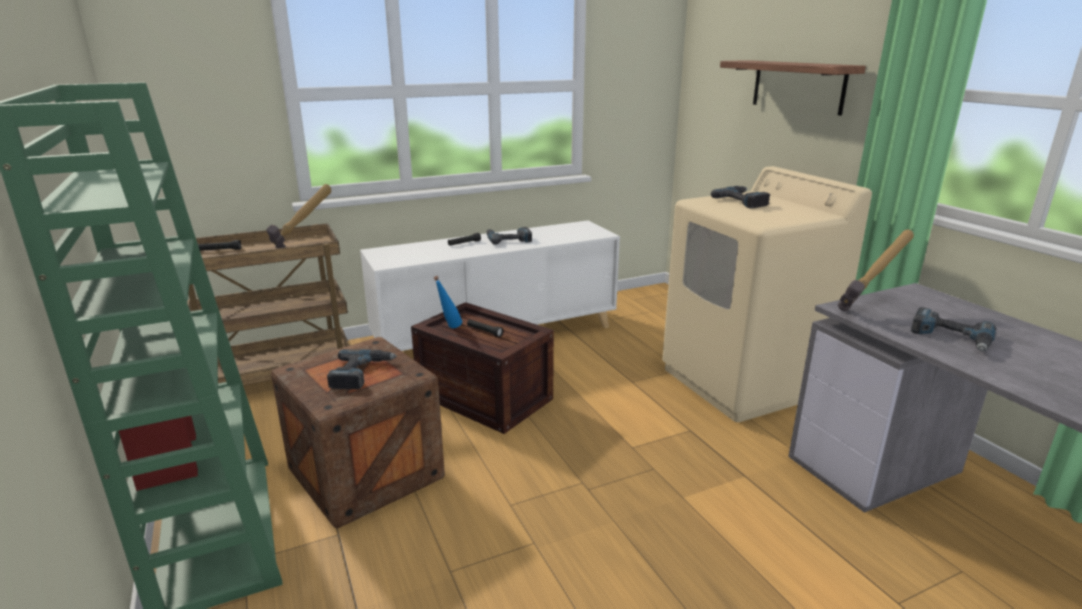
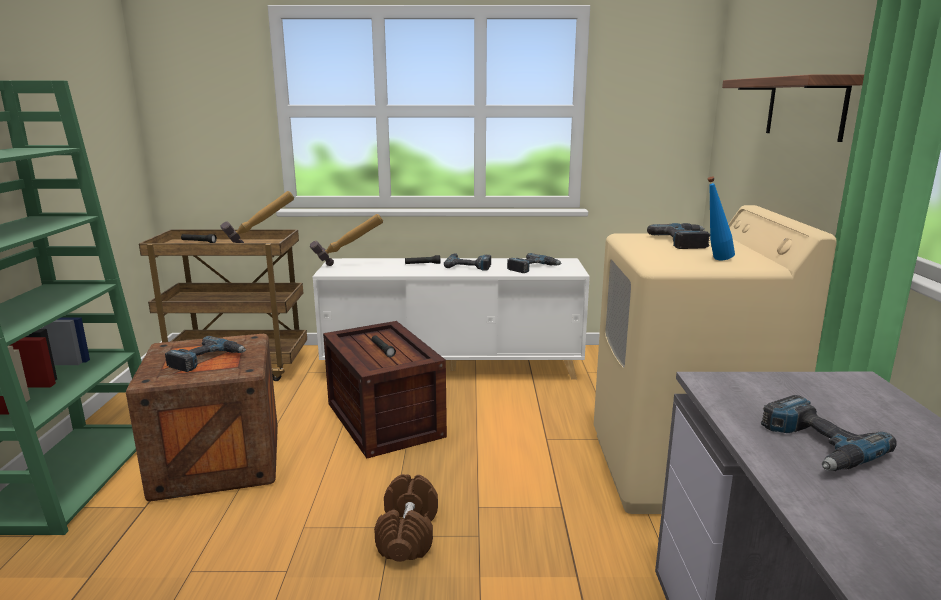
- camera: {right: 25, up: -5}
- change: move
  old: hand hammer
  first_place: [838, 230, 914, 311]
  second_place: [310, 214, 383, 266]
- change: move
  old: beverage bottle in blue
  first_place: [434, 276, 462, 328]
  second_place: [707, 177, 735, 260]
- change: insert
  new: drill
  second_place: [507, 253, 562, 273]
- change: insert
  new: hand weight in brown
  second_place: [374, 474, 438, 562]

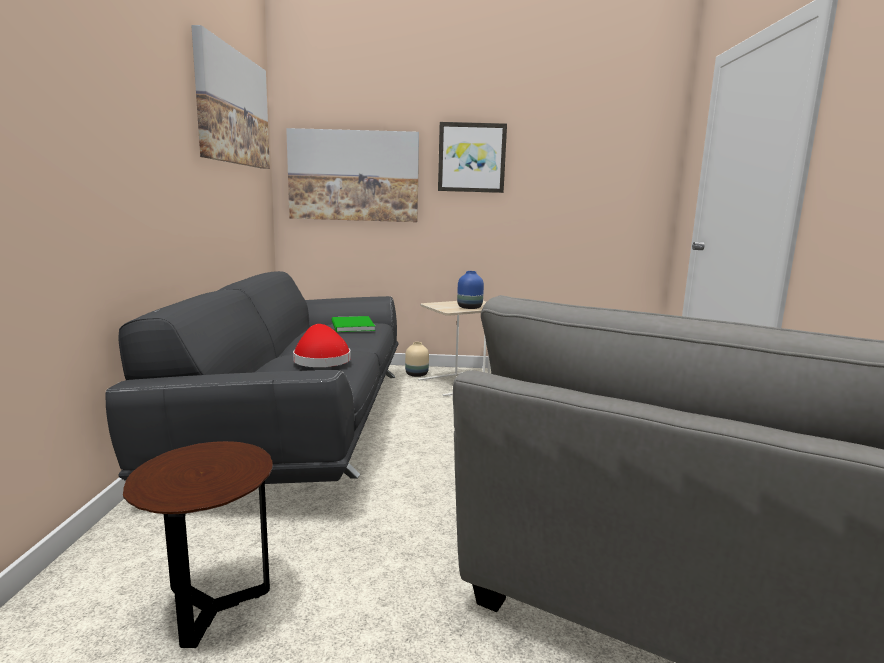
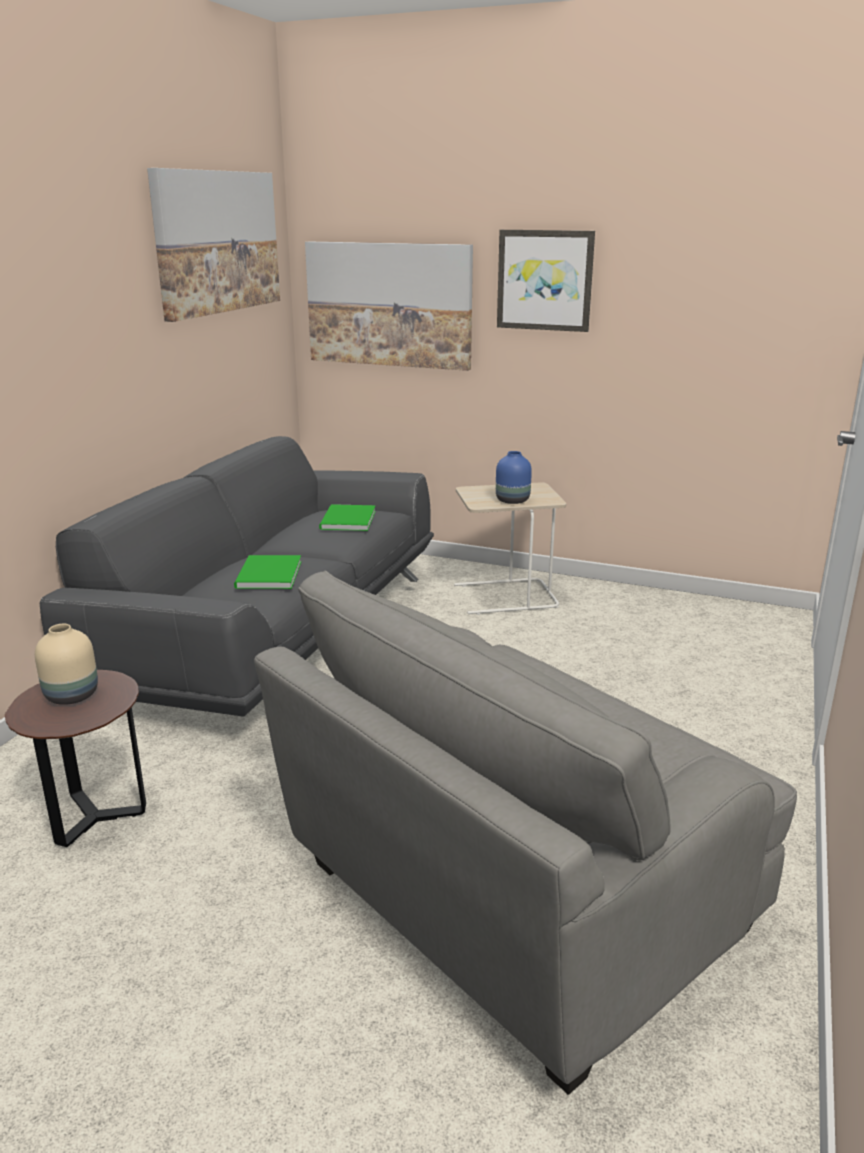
- camera: {right: 20, up: 10}
- change: replace
  old: hat in reddish
  new: bound book in greenish
  first_place: [293, 324, 351, 367]
  second_place: [234, 555, 301, 589]
- change: move
  old: vase in beige-coloured
  first_place: [405, 342, 429, 377]
  second_place: [35, 624, 98, 705]

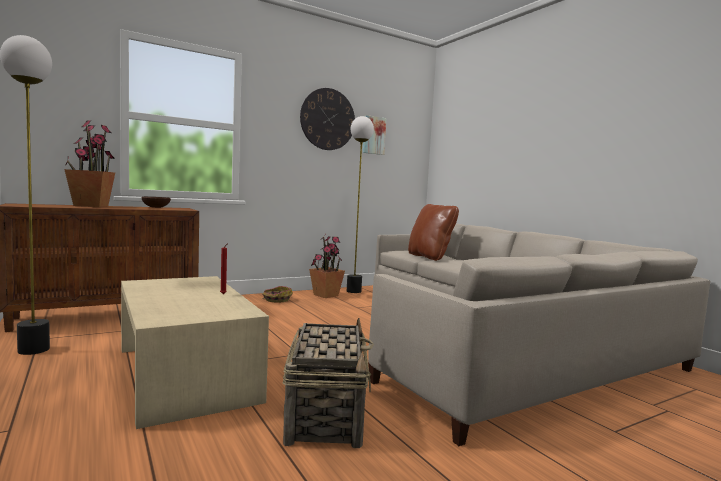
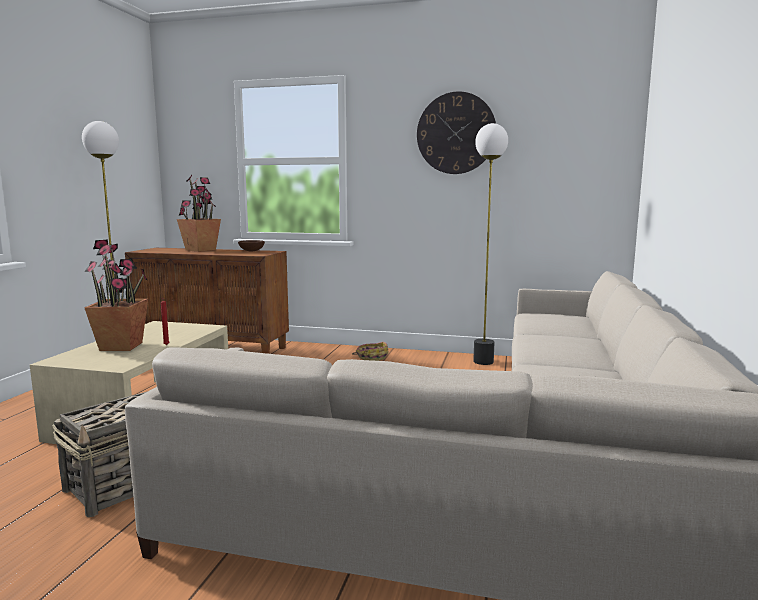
- camera: {right: 45, up: 5}
- change: delete
  old: wall picture
  first_place: [362, 115, 386, 155]
- change: delete
  old: pillow in brown
  first_place: [408, 204, 459, 261]
- change: move
  old: plant in a pot
  first_place: [309, 234, 345, 298]
  second_place: [84, 239, 148, 351]

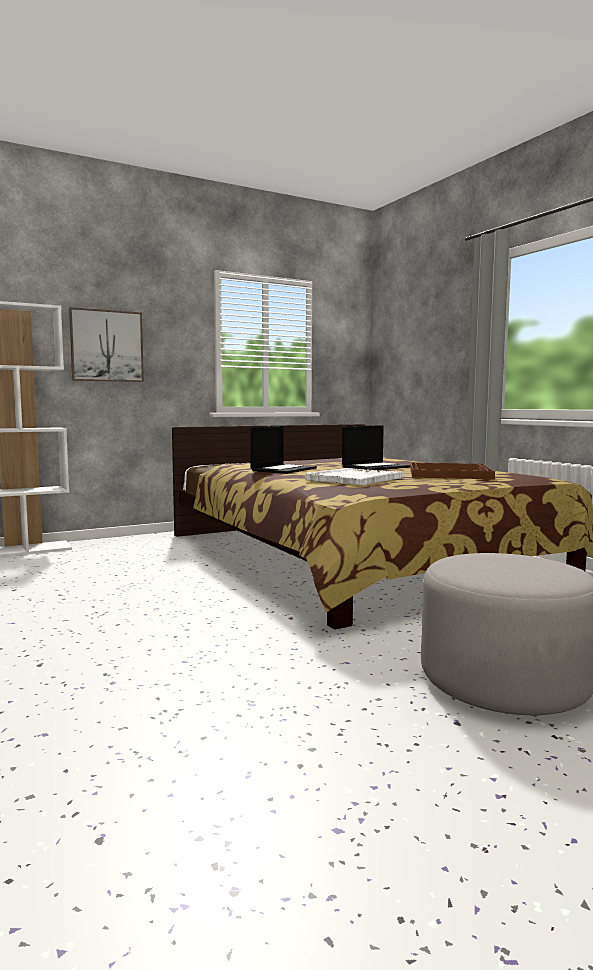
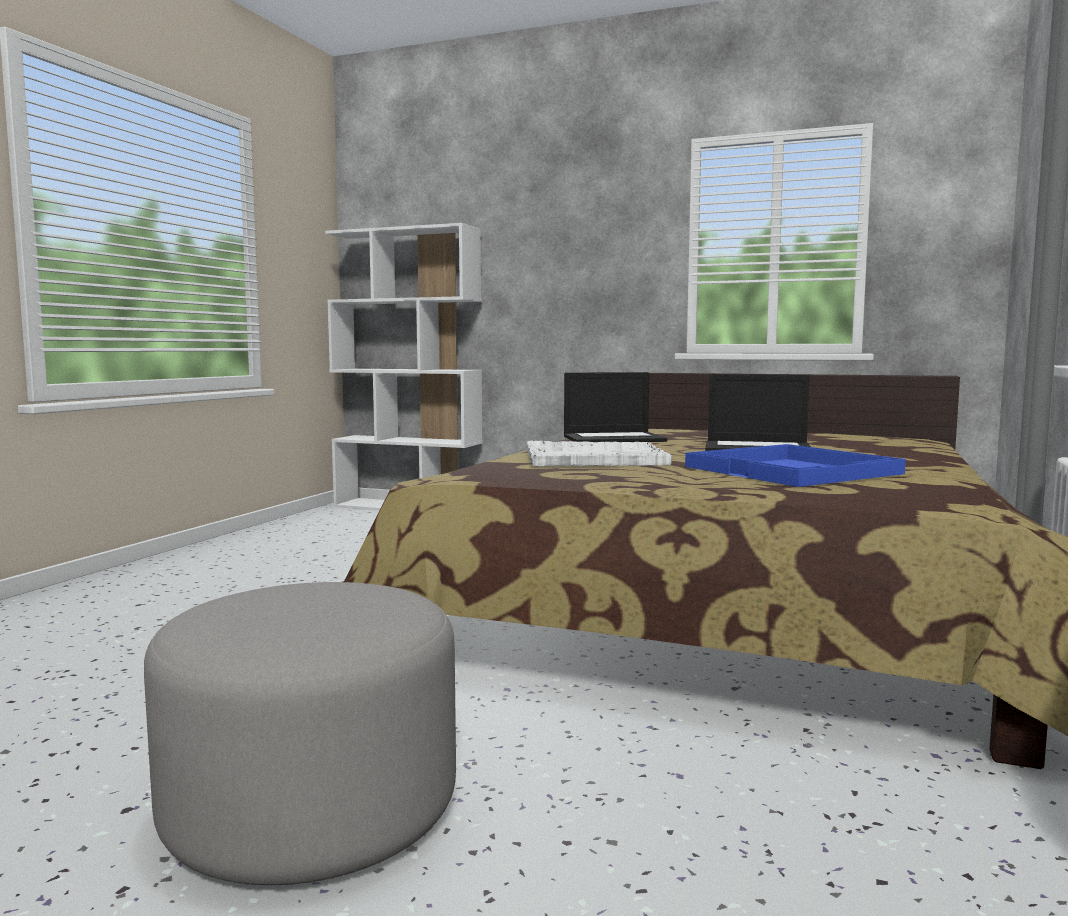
- camera: {right: 50, up: 0}
- change: delete
  old: wall picture
  first_place: [69, 307, 144, 382]
- change: recolor
  old: carrying tray in brown
  new: carrying tray in blue
  first_place: [410, 462, 495, 479]
  second_place: [685, 444, 906, 487]

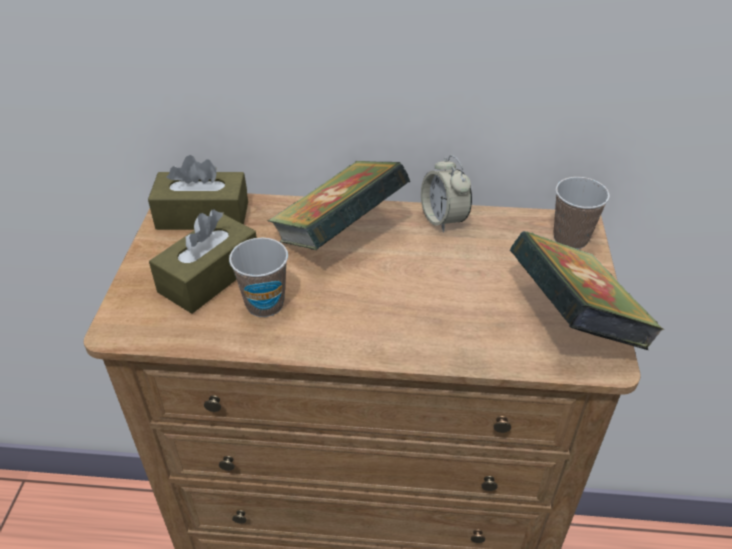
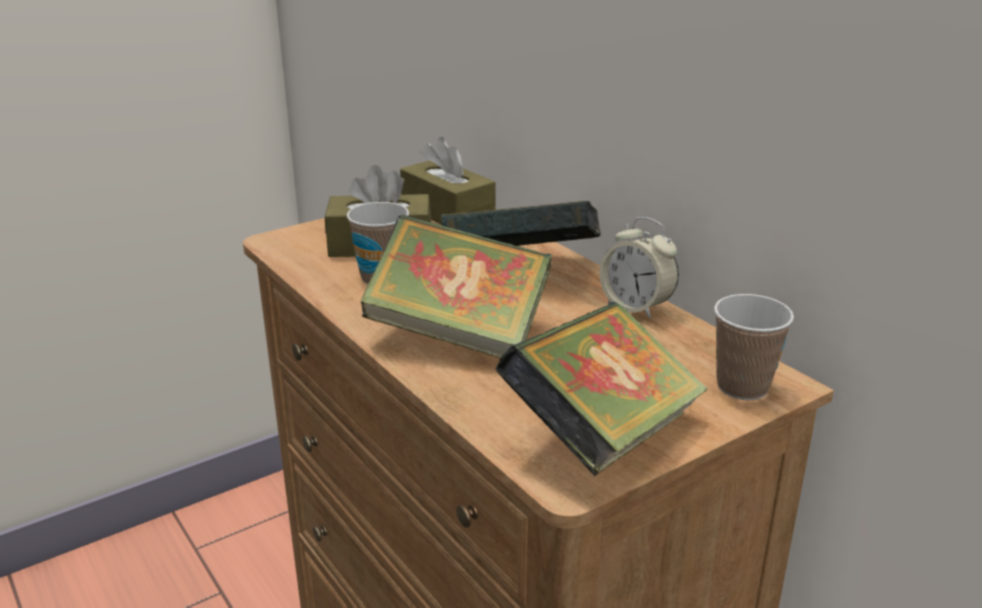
- camera: {right: 50, up: -15}
- change: rotate
  old: alarm clock
  first_place: [421, 155, 472, 233]
  second_place: [599, 217, 679, 319]
  degrees: -75
- change: insert
  new: bound book
  second_place: [360, 215, 552, 358]

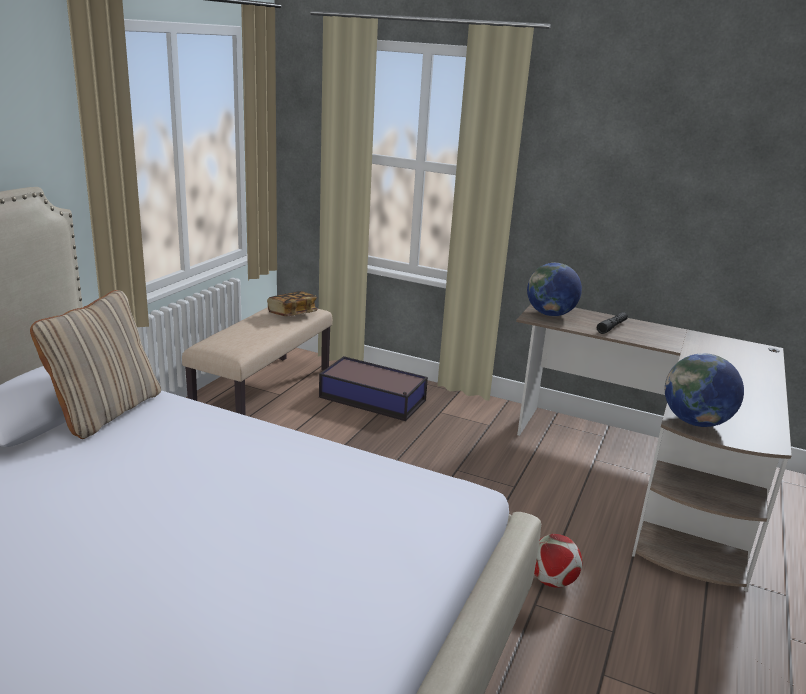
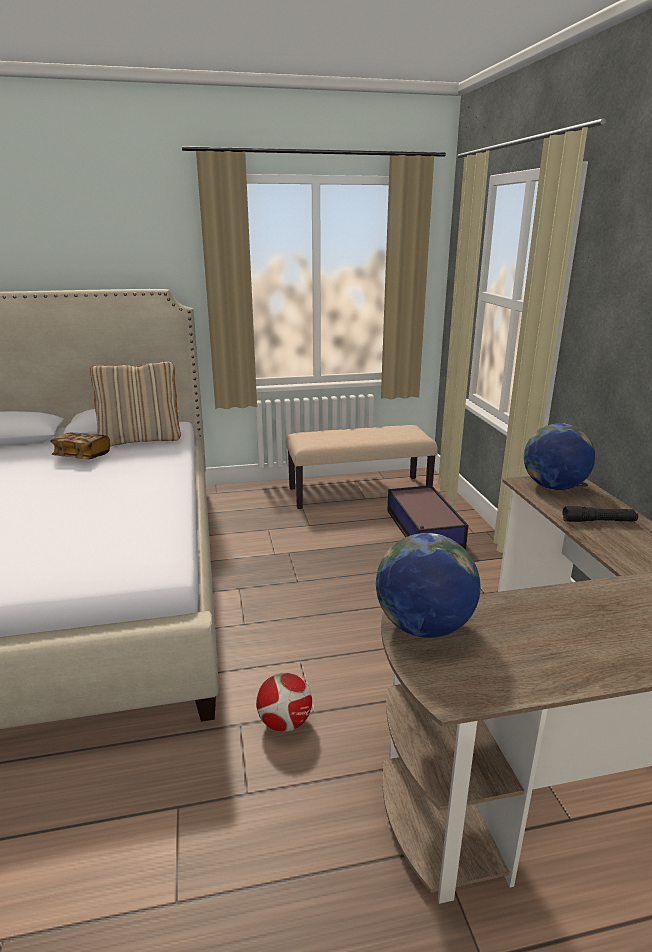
- camera: {right: 55, up: 0}
- change: move
  old: bound book
  first_place: [267, 291, 318, 316]
  second_place: [50, 433, 110, 459]

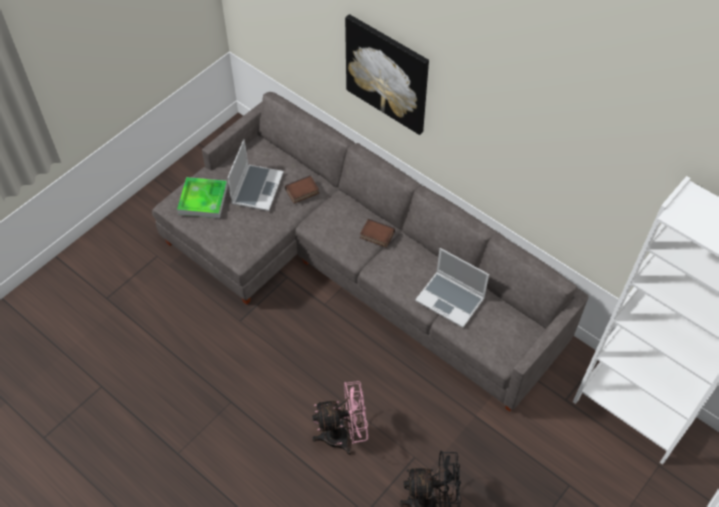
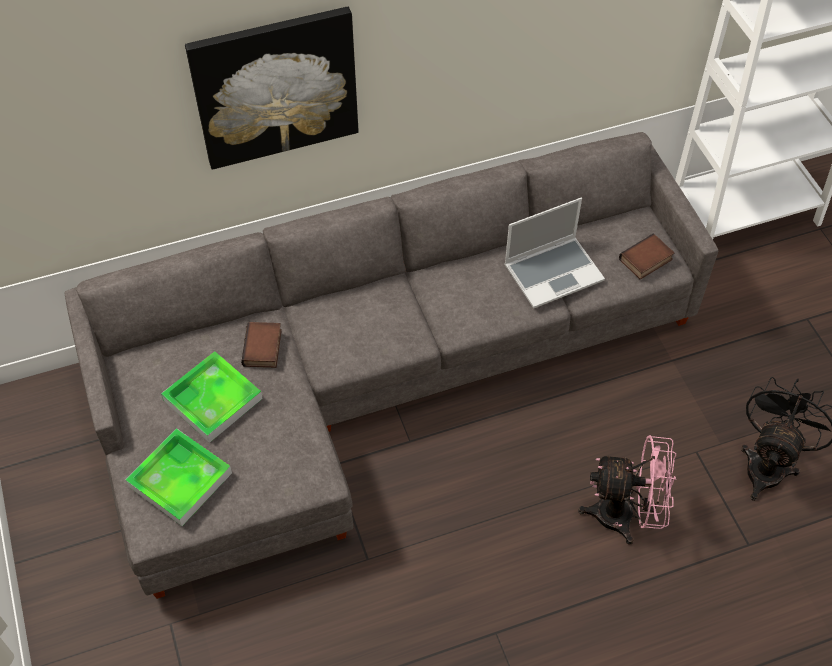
- camera: {right: -60, up: 0}
- change: replace
  old: laptop
  new: carrying tray
  first_place: [227, 139, 284, 211]
  second_place: [161, 351, 263, 443]
- change: move
  old: bound book
  first_place: [360, 219, 395, 248]
  second_place: [619, 233, 674, 280]
- change: rotate
  old: cooling fan in pink
  first_place: [312, 381, 368, 455]
  second_place: [578, 435, 676, 545]
  degrees: 75

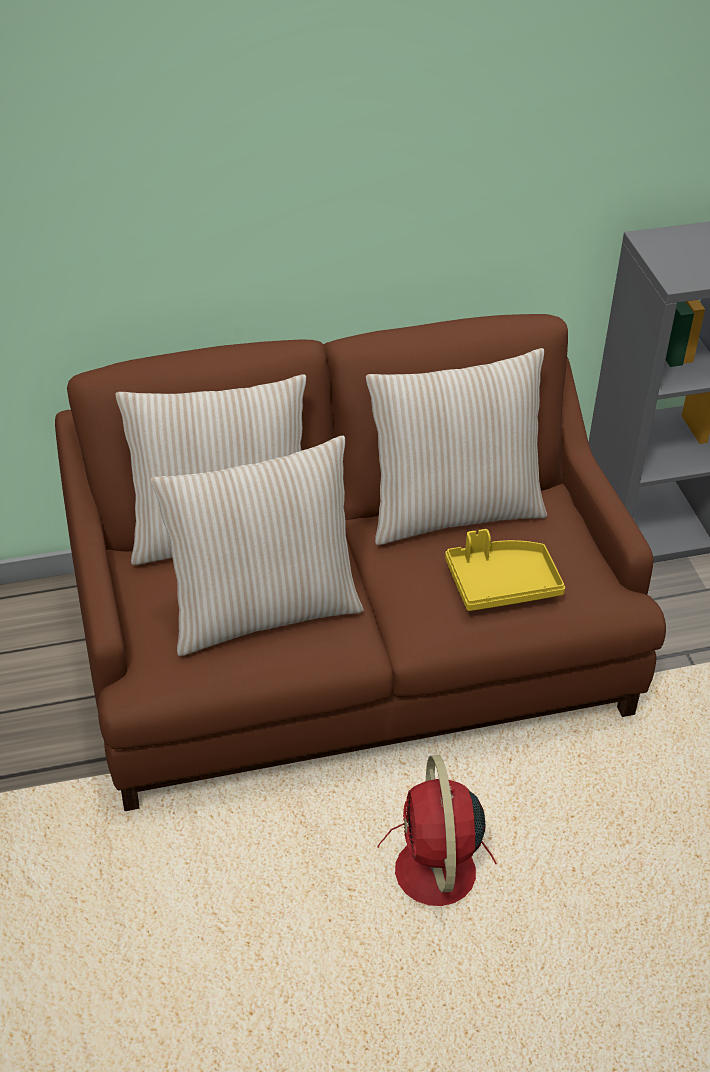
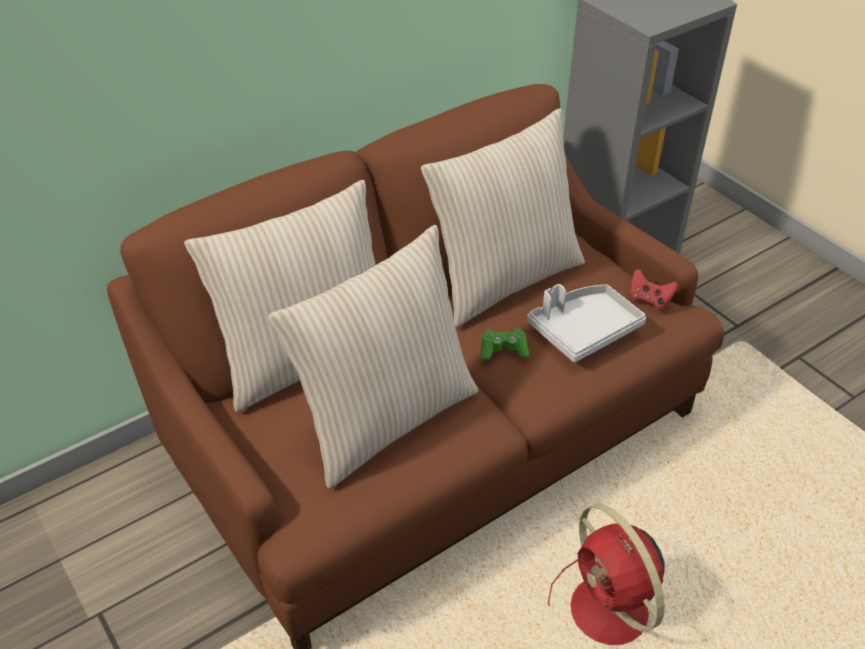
- camera: {right: -20, up: 0}
- change: recolor
  old: carrying tray in yellow
  new: carrying tray in greyish
  first_place: [445, 529, 565, 611]
  second_place: [527, 284, 646, 362]
- change: insert
  new: gamepad in reddish
  second_place: [630, 269, 678, 309]
- change: insert
  new: gamepad in greenish
  second_place: [481, 328, 529, 360]

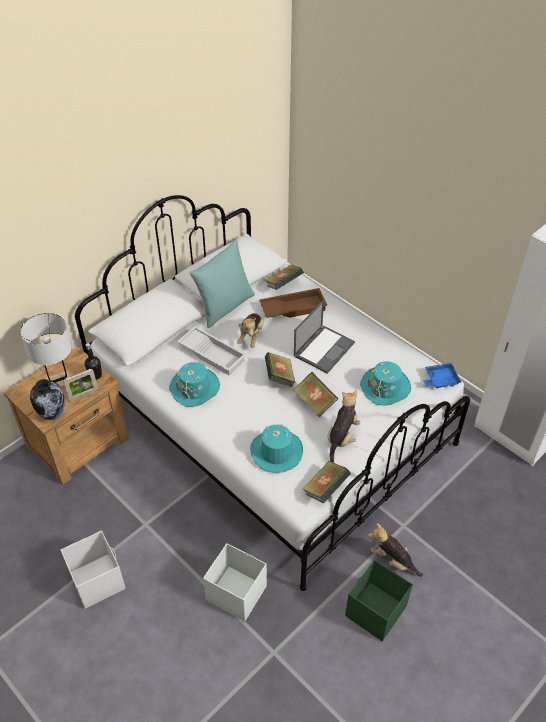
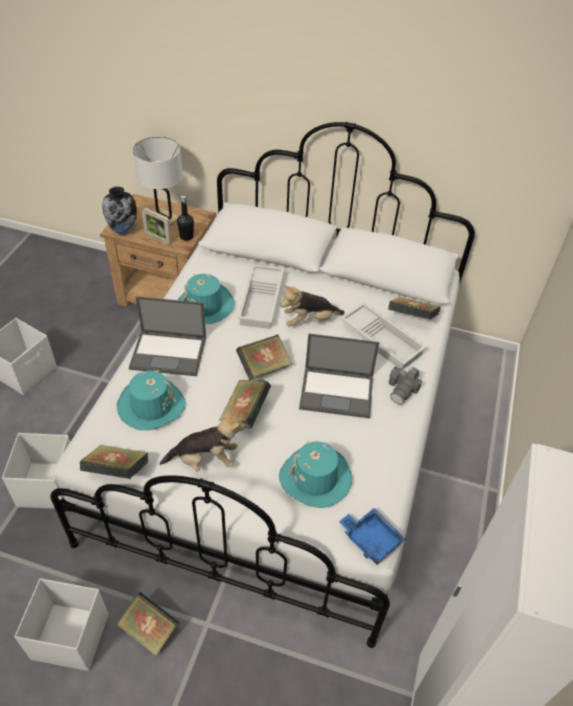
- camera: {right: 60, up: 0}
- change: delete
  old: pillow in blue-green
  first_place: [190, 240, 255, 328]
- change: recolor
  old: carrying tray in brown
  new: carrying tray in whitish
  first_place: [259, 288, 327, 318]
  second_place: [340, 302, 427, 370]
- change: replace
  old: cuddly toy
  new: bound book
  first_place: [368, 523, 423, 577]
  second_place: [117, 592, 180, 656]
- change: recolor
  old: storage bin in greenish
  new: storage bin in whitish
  first_place: [345, 560, 413, 641]
  second_place: [14, 578, 109, 671]
- change: insert
  new: laptop
  second_place: [129, 296, 206, 376]
- change: insert
  new: still camera
  second_place: [389, 366, 422, 405]

